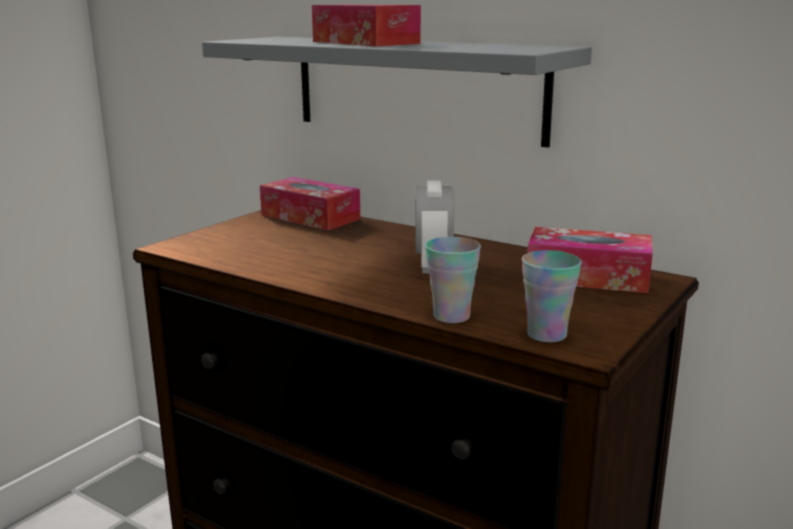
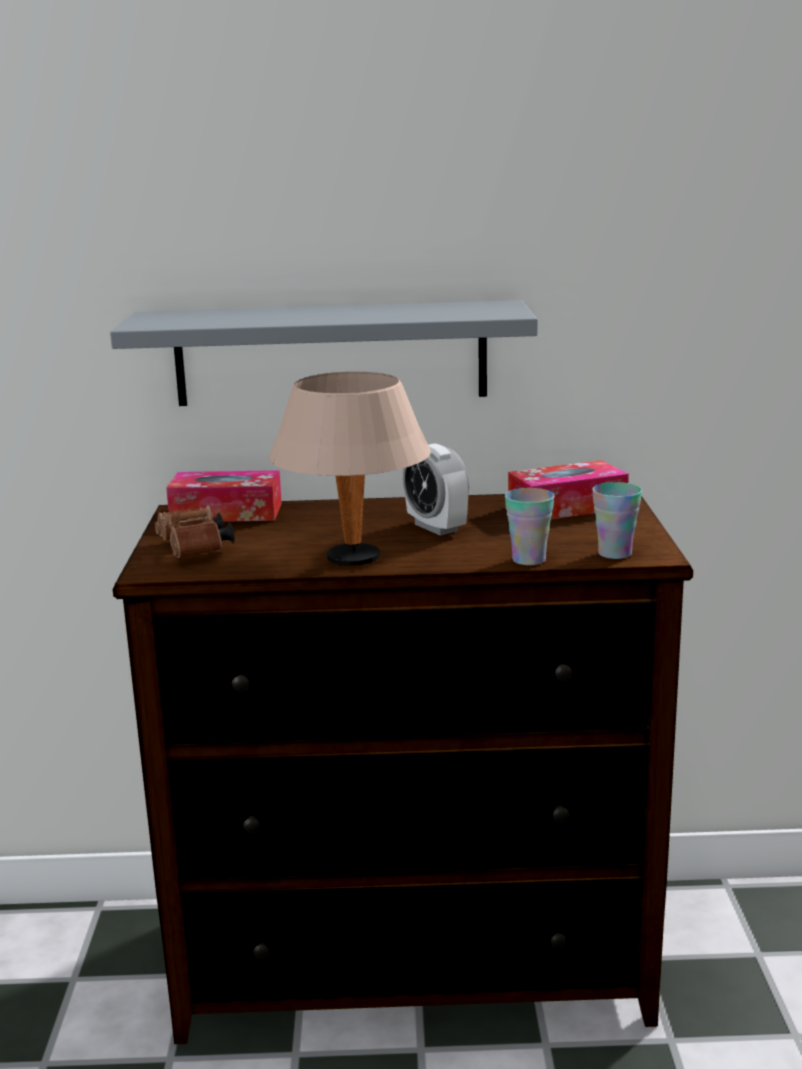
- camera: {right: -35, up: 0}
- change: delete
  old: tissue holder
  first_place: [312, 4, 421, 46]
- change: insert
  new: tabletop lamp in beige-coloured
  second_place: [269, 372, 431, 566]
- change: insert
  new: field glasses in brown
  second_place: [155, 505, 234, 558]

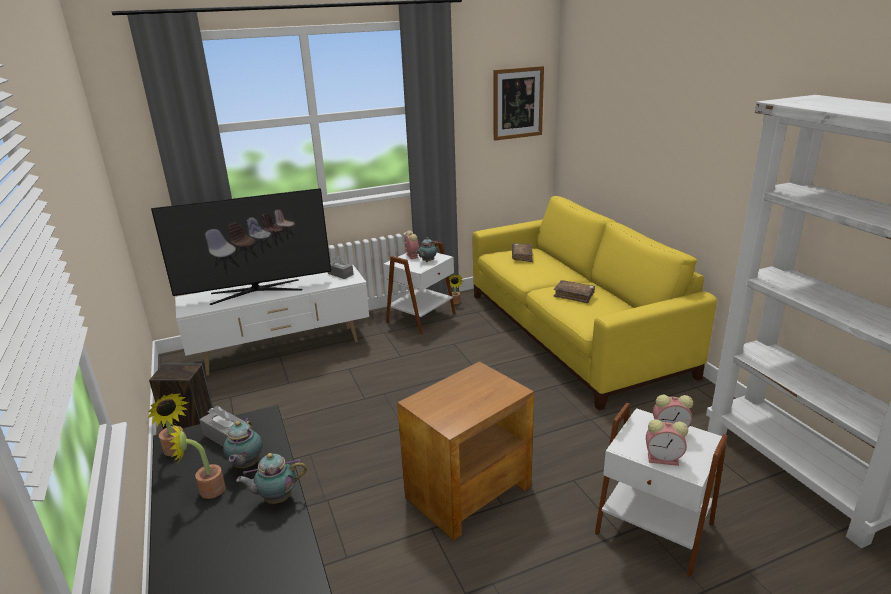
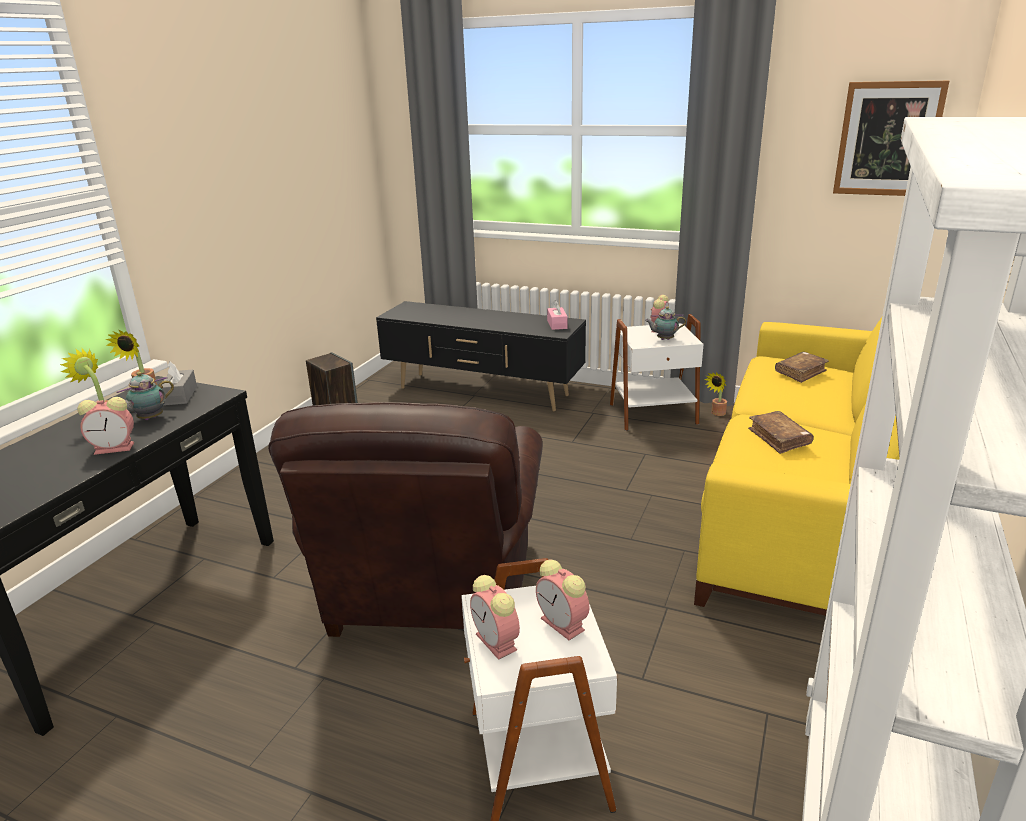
- camera: {right: 45, up: 0}
- change: delete
  old: television
  first_place: [151, 188, 331, 305]
- change: recolor
  old: tissue holder in greyish
  new: tissue holder in pink
  first_place: [328, 255, 354, 279]
  second_place: [547, 300, 568, 330]
- change: recolor
  old: tv stand in whitish
  new: tv stand in blackish
  first_place: [175, 265, 369, 376]
  second_place: [376, 301, 586, 411]
- change: replace
  old: accent table in brown
  new: lounge chair in brown
  first_place: [397, 361, 534, 541]
  second_place: [268, 402, 543, 637]
- change: replace
  old: teapot
  new: alarm clock
  first_place: [236, 453, 307, 504]
  second_place: [77, 397, 134, 455]

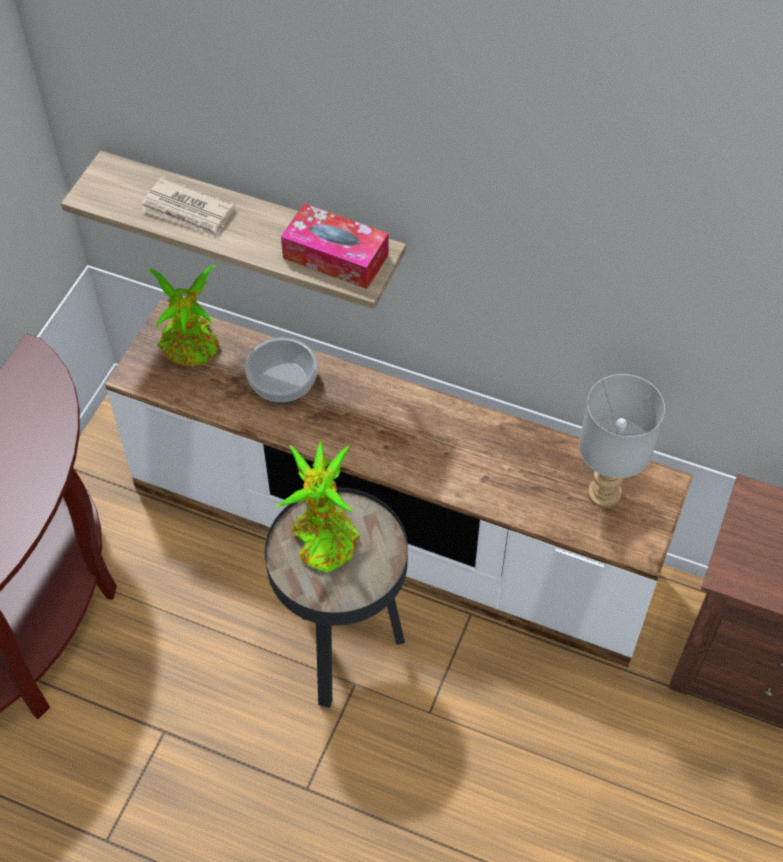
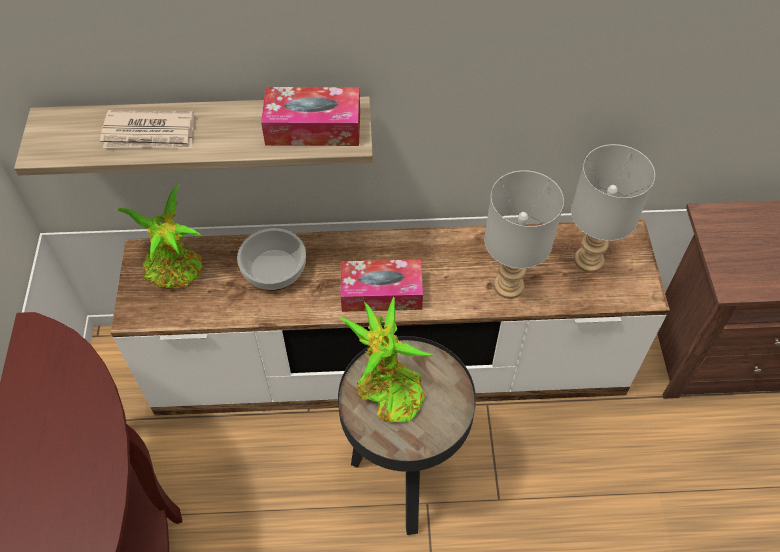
- camera: {right: -25, up: 0}
- change: insert
  new: tabletop lamp in greyish
  second_place: [484, 170, 564, 299]
- change: insert
  new: tissue holder
  second_place: [341, 259, 423, 312]

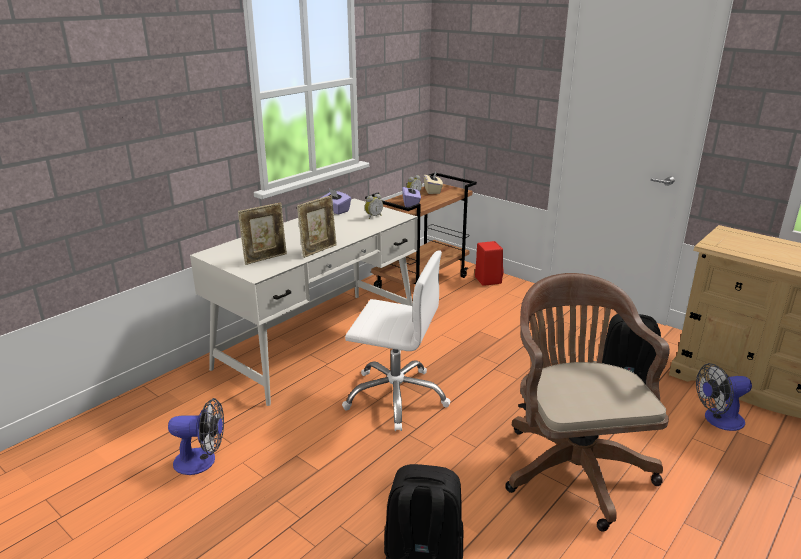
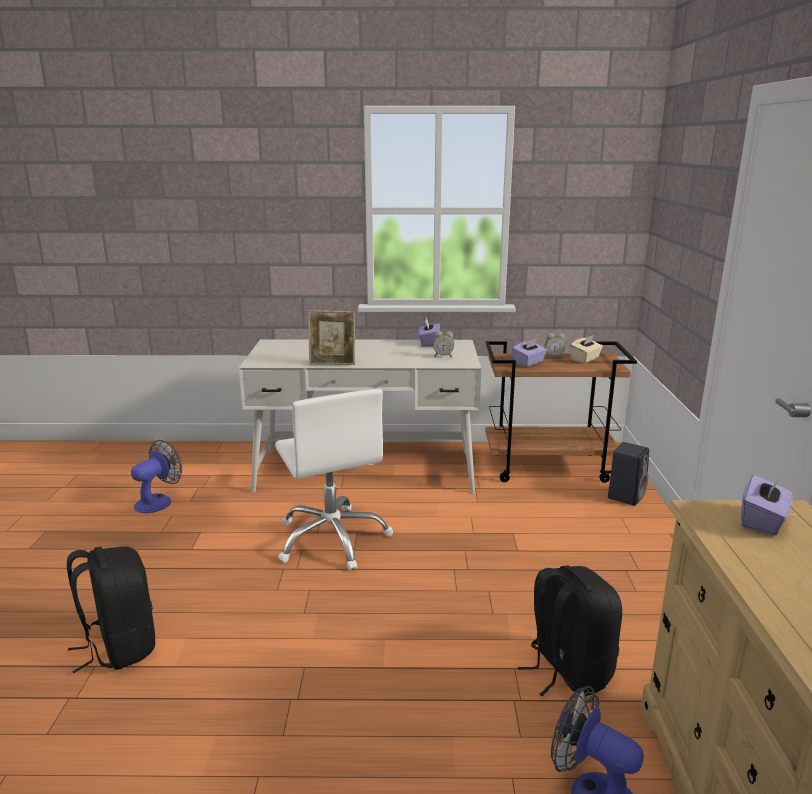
- camera: {right: 50, up: -5}
- change: delete
  old: standing frame
  first_place: [238, 203, 287, 265]
- change: recolor
  old: speaker in reddish
  new: speaker in blackish
  first_place: [475, 241, 503, 286]
  second_place: [608, 442, 649, 506]
- change: delete
  old: office chair in brown
  first_place: [505, 273, 670, 532]
- change: rotate
  old: cooling fan
  first_place: [168, 398, 224, 475]
  second_place: [131, 440, 182, 513]
  degrees: -105
- change: insert
  new: tissue holder in purplish
  second_place: [741, 475, 793, 536]

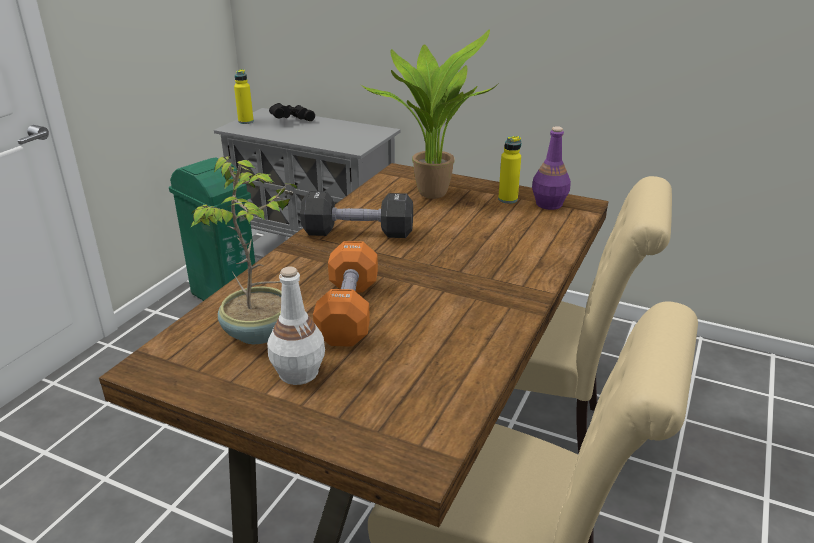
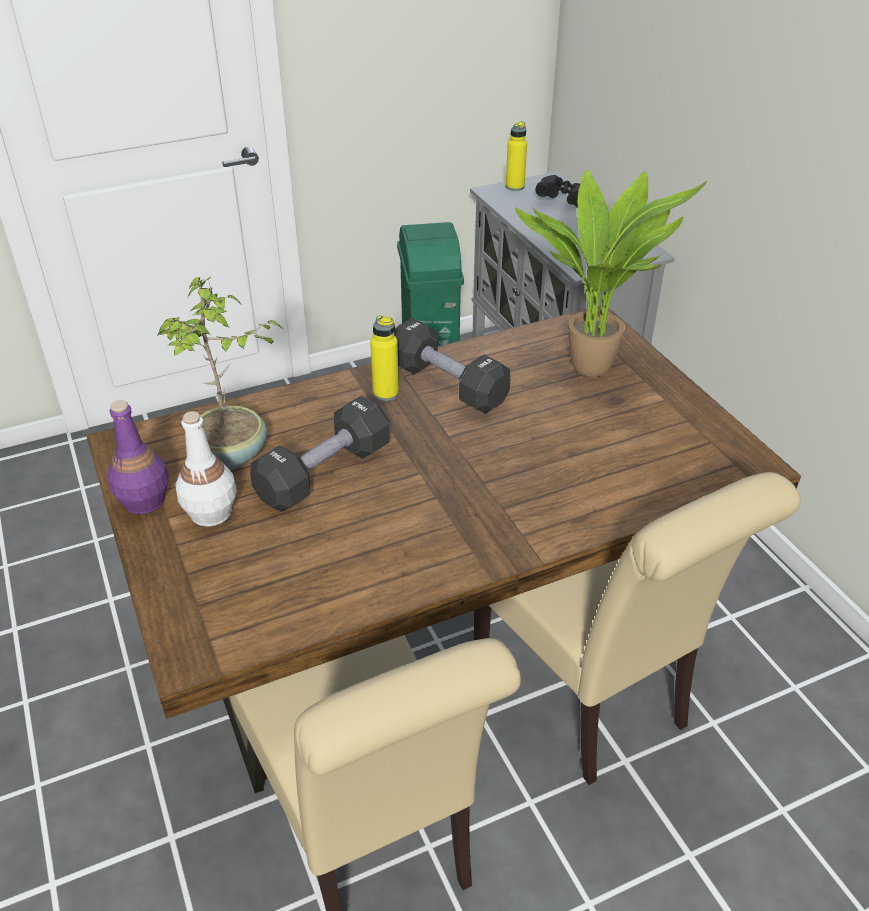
- camera: {right: 40, up: 10}
- change: move
  old: beverage bottle in purplish
  first_place: [532, 126, 571, 210]
  second_place: [107, 400, 169, 514]
- change: move
  old: beverage bottle in yellow
  first_place: [498, 136, 521, 203]
  second_place: [370, 315, 399, 401]
- change: recolor
  old: hand weight in orangey
  new: hand weight in blackish
  first_place: [313, 241, 378, 347]
  second_place: [250, 396, 390, 512]

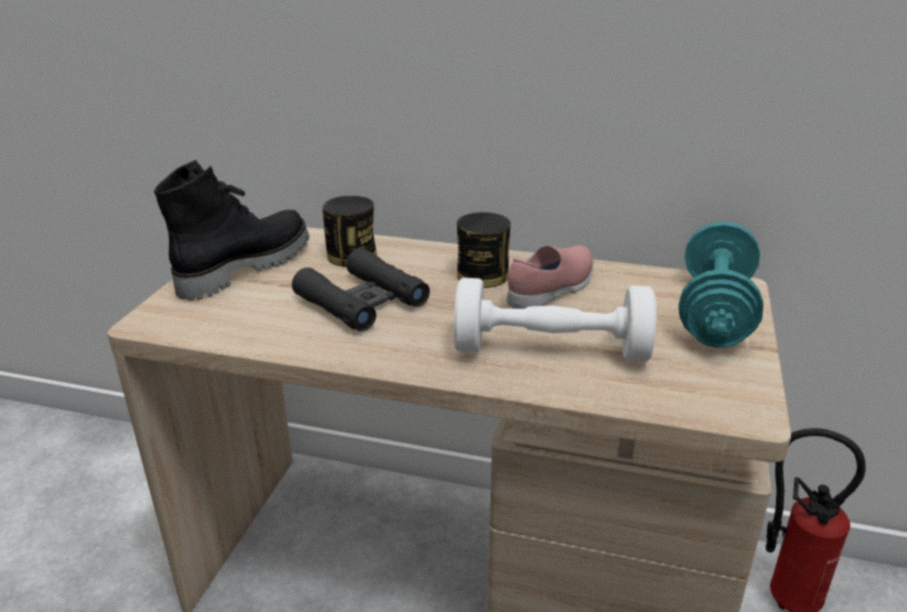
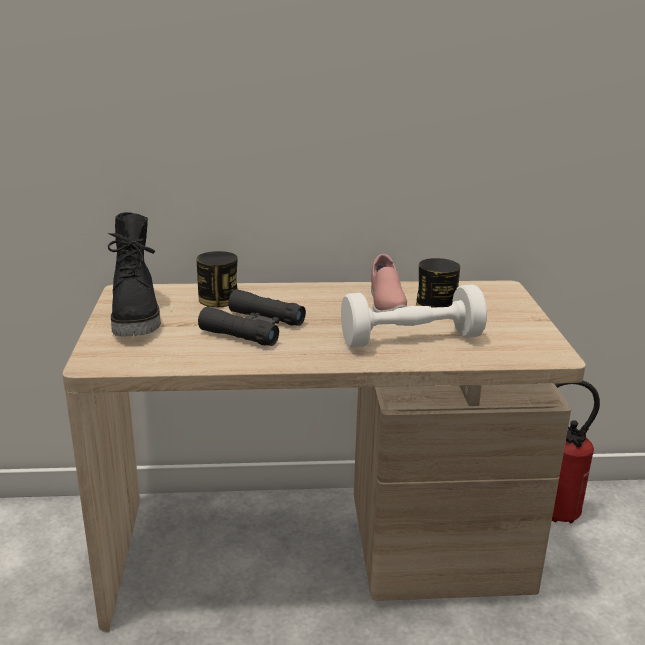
- camera: {right: -20, up: -5}
- change: rotate
  old: tall boot in blackish
  first_place: [154, 160, 309, 301]
  second_place: [108, 212, 161, 337]
  degrees: 150
- change: move
  old: sealed can
  first_place: [457, 212, 511, 288]
  second_place: [416, 258, 460, 308]
- change: delete
  old: hand weight in blue-green
  first_place: [678, 222, 763, 348]
- change: rotate
  old: item of footwear in pink
  first_place: [507, 245, 593, 309]
  second_place: [371, 254, 407, 313]
  degrees: 150

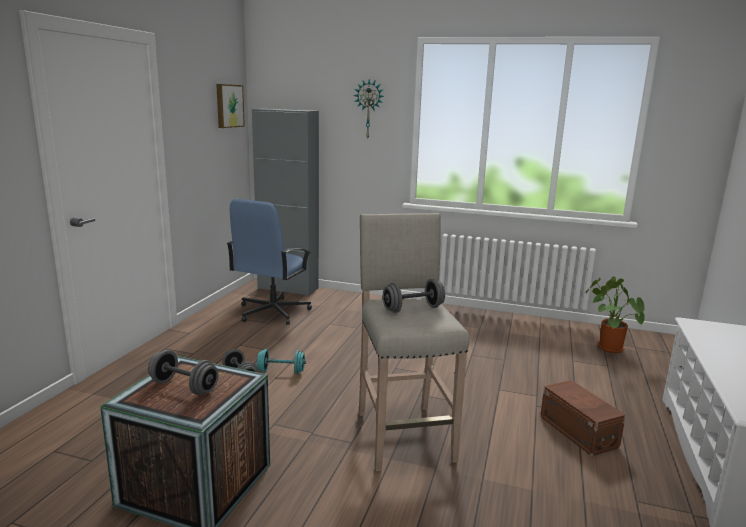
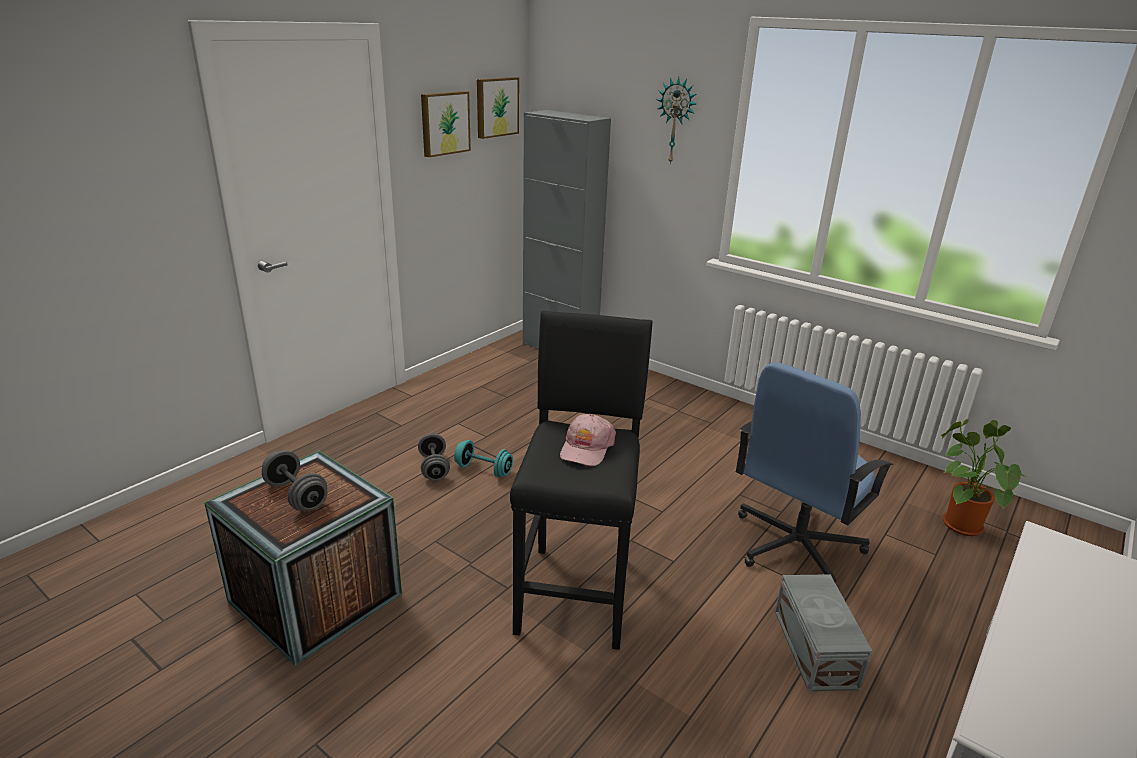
- camera: {right: 20, up: 10}
- change: move
  old: office chair in blue
  first_place: [226, 199, 312, 324]
  second_place: [736, 362, 893, 582]
- change: recolor
  old: sitting stool in beige-coloured
  new: sitting stool in blackish
  first_place: [359, 213, 470, 471]
  second_place: [510, 310, 652, 650]
- change: replace
  old: hand weight in greyish
  new: peaked cap in pink
  first_place: [383, 279, 445, 313]
  second_place: [560, 414, 616, 466]
- change: recolor
  old: storage bin in brown
  new: storage bin in greyish
  first_place: [540, 380, 626, 456]
  second_place: [775, 574, 873, 692]
- change: insert
  new: wall picture
  second_place: [421, 91, 471, 157]

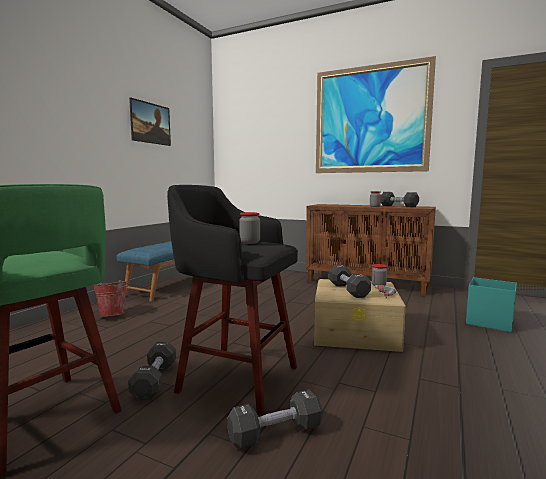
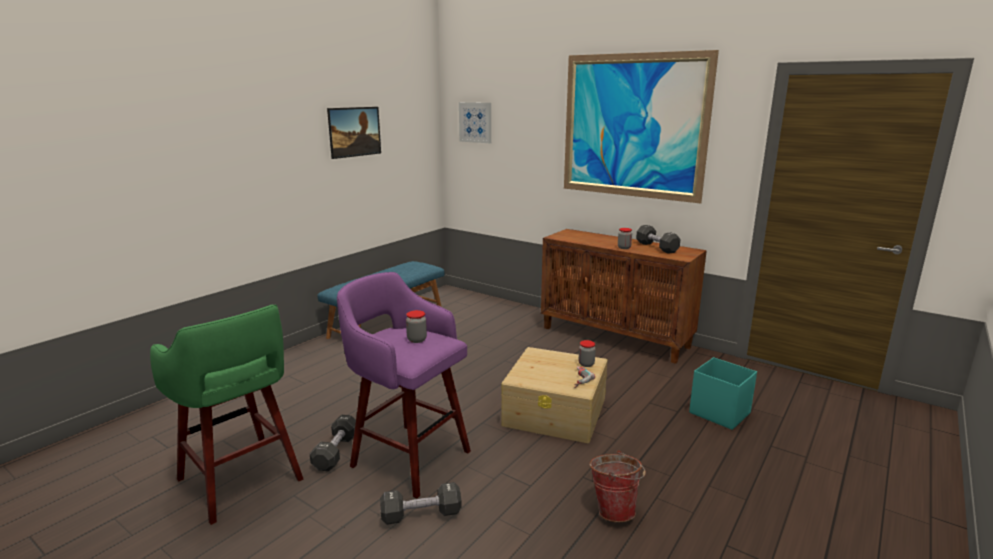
- camera: {right: 10, up: 10}
- change: recolor
  old: sitting stool in blackish
  new: sitting stool in purplish
  first_place: [167, 185, 298, 416]
  second_place: [337, 272, 471, 498]
- change: delete
  old: hand weight in blackish
  first_place: [329, 265, 371, 298]
- change: move
  old: bucket
  first_place: [93, 280, 129, 317]
  second_place: [589, 450, 646, 522]
- change: insert
  new: wall picture
  second_place: [459, 102, 491, 143]

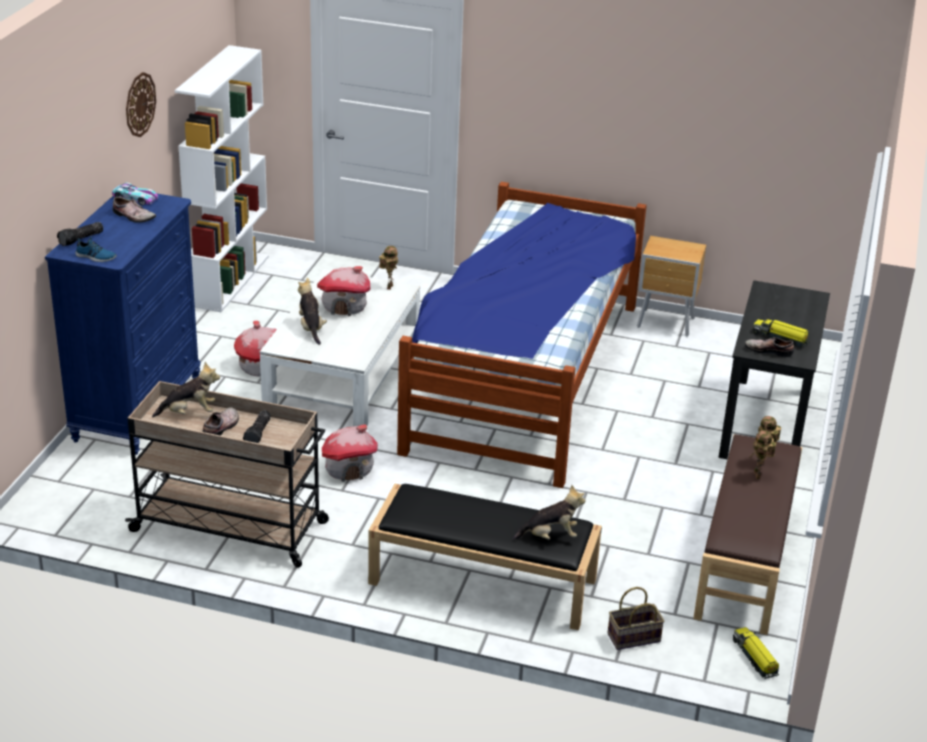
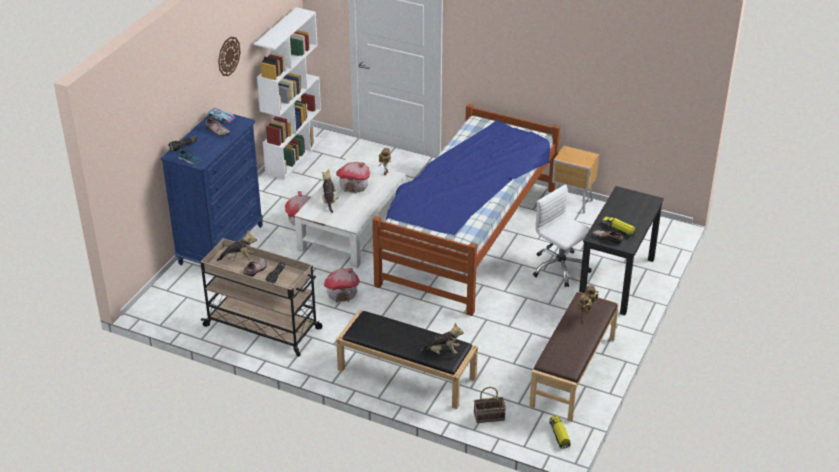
- camera: {right: 10, up: 5}
- change: insert
  new: office chair in whitish
  second_place: [533, 184, 592, 287]

